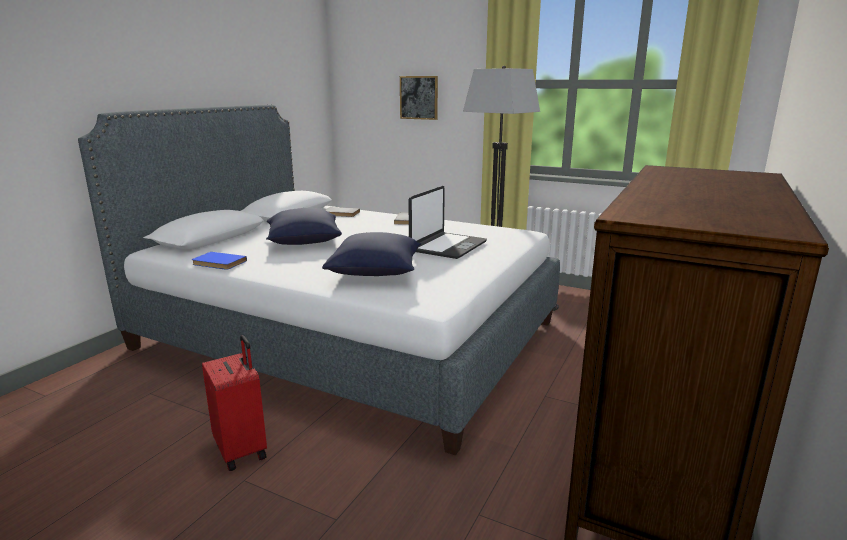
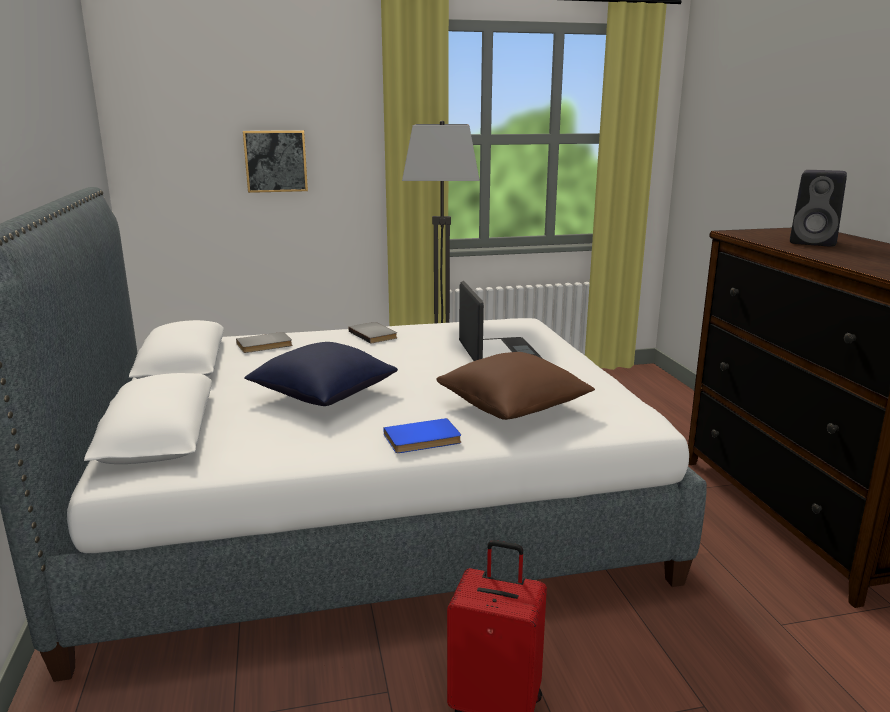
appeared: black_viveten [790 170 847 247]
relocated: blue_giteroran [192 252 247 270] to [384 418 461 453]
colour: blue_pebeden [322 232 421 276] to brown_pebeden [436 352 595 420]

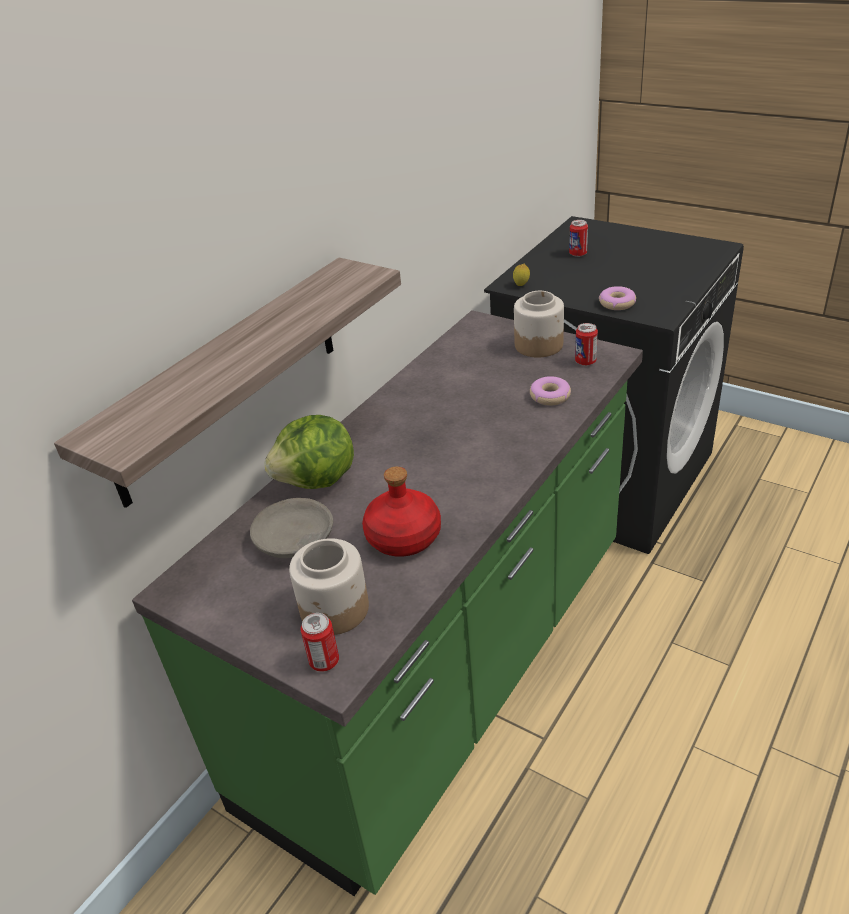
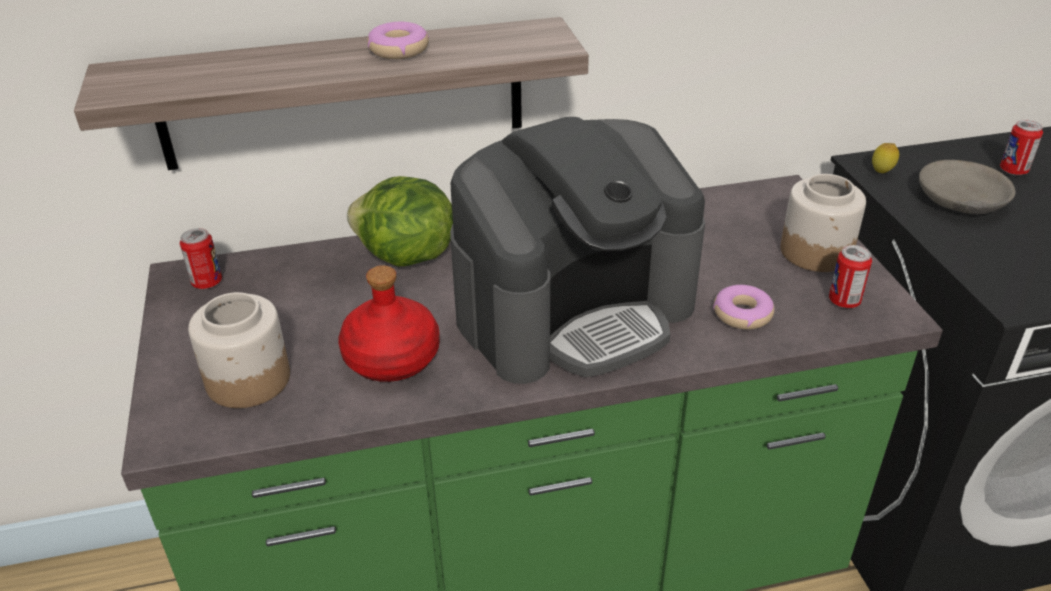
appeared: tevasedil [450 117 705 384]
relocated: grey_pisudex [250 498 333 558] to [919 160 1016 215]; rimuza [301 613 339 672] to [180 228 222 289]; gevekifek [599 286 636 310] to [367 22 429 59]

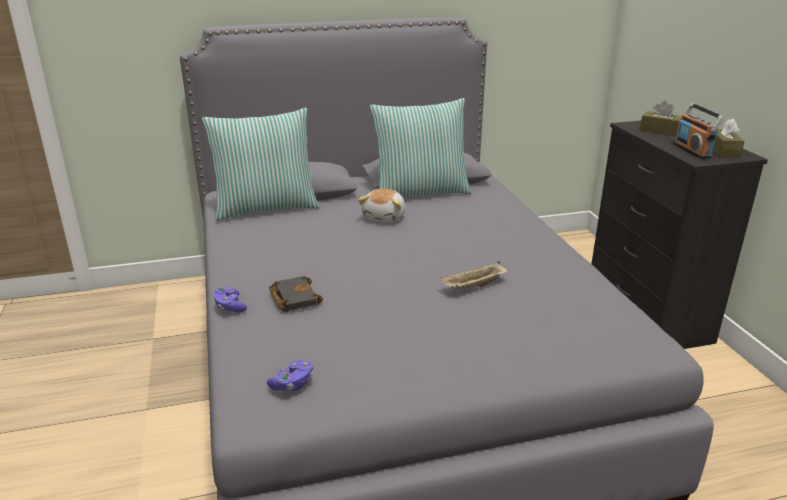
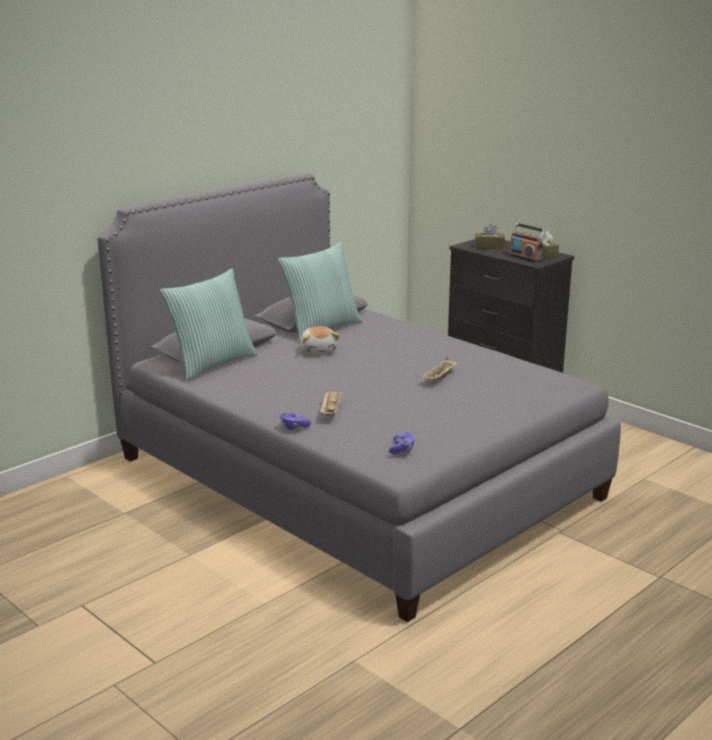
exchanged: black_giteroran [269 276 323 312] to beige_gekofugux [319 390 344 416]

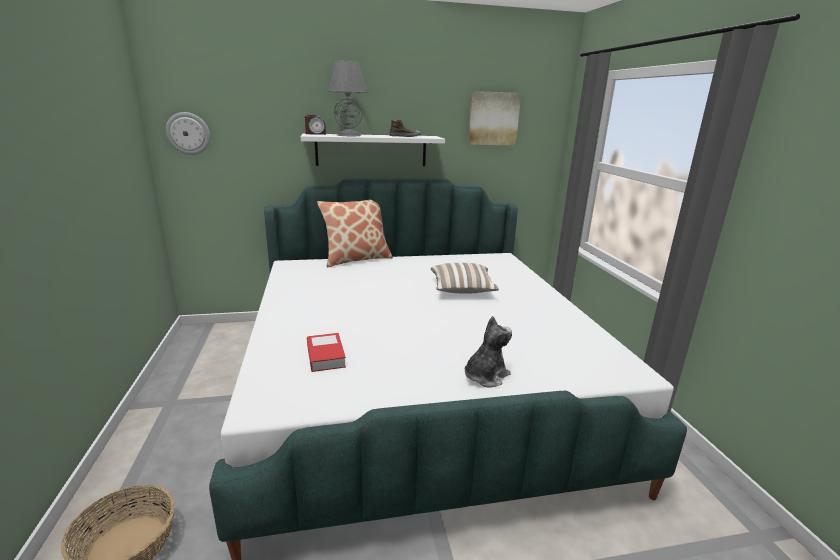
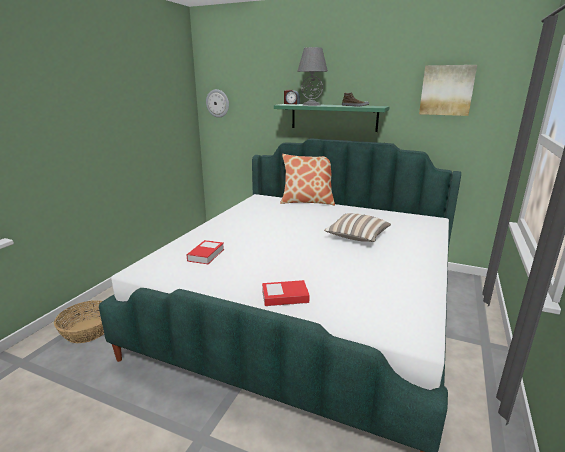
exchanged: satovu [465 316 512 387] to giteroran [262 280 310 306]
colour: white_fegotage [301 134 445 166] to green_fegotage [274 104 390 132]

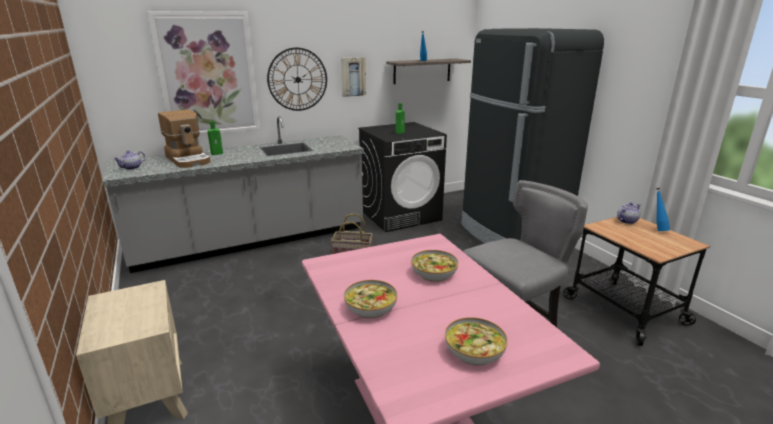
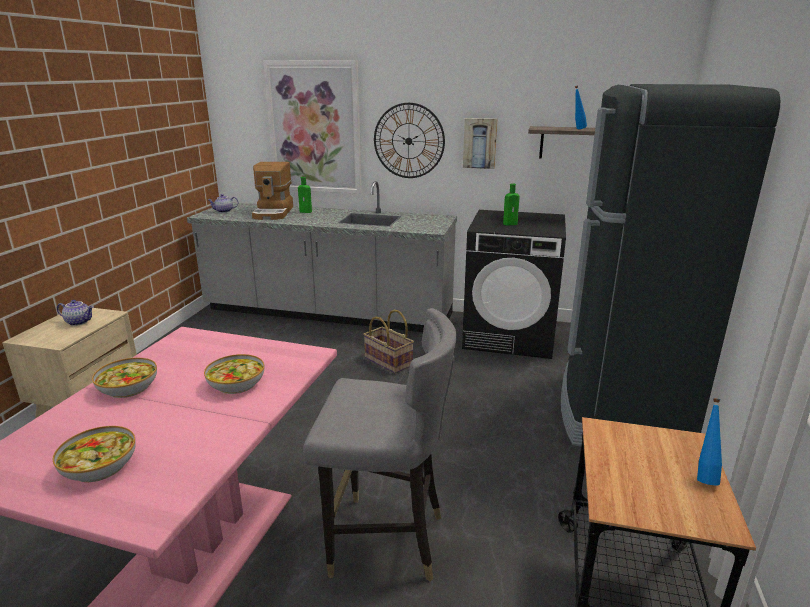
relocated: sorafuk [617 203 641 224] to [57 300 94 326]

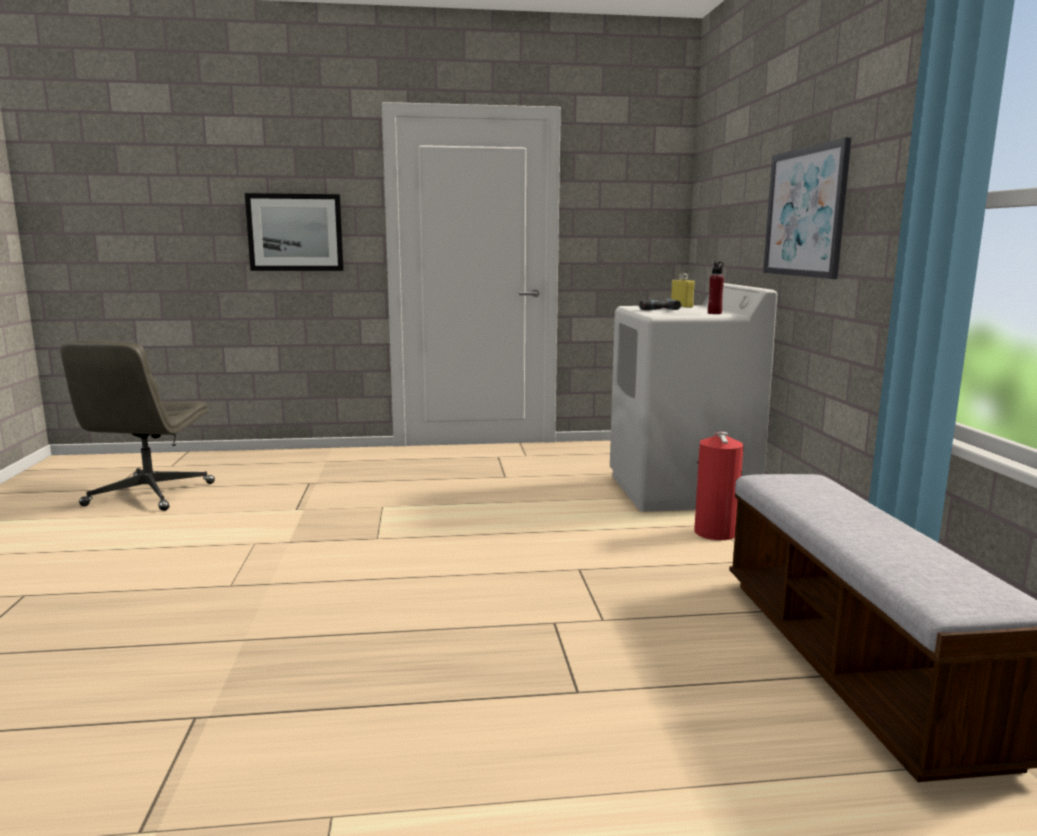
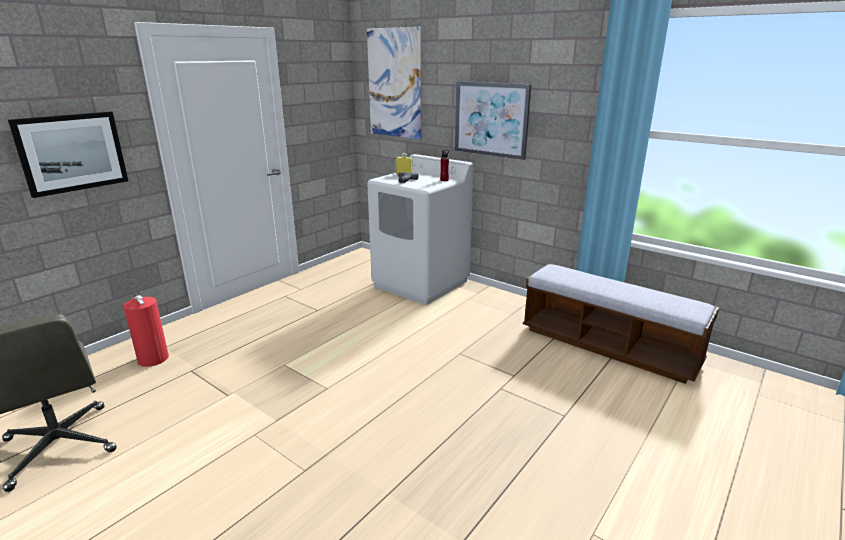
appeared: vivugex [367 27 421 139]
relocated: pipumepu [694 431 744 540] to [123 294 169 367]

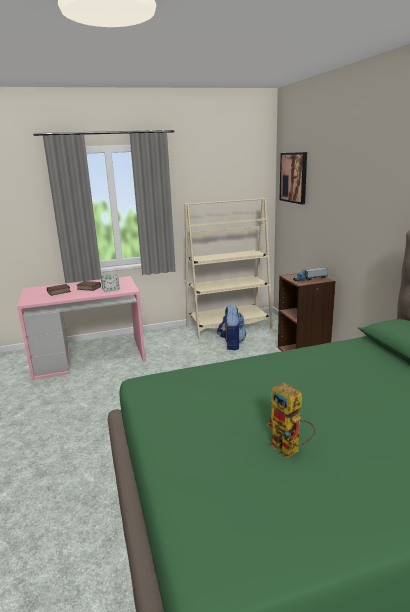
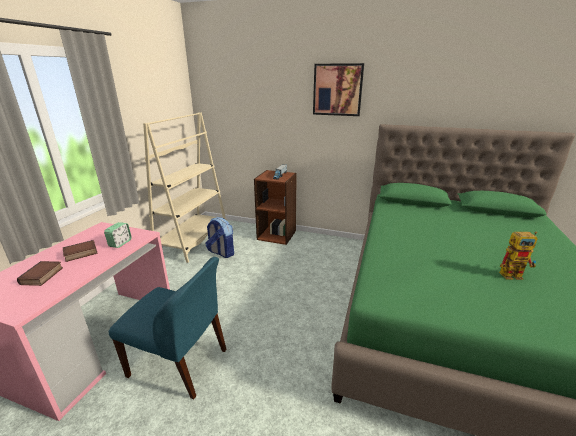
appeared: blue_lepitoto [109 257 226 399]
relocated: vivugex [280 152 307 204] to [313 63 364 116]

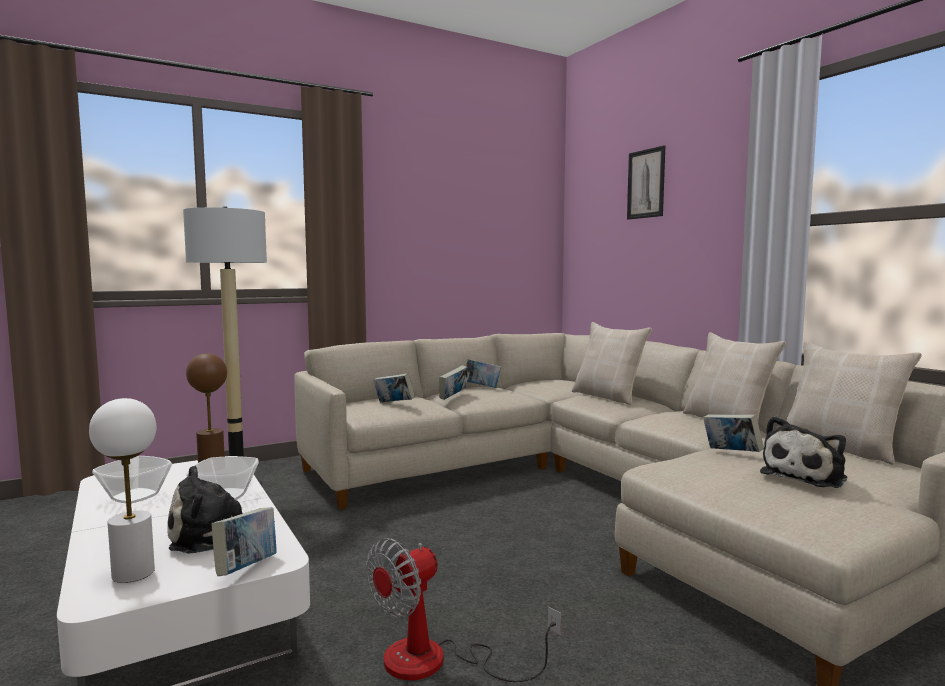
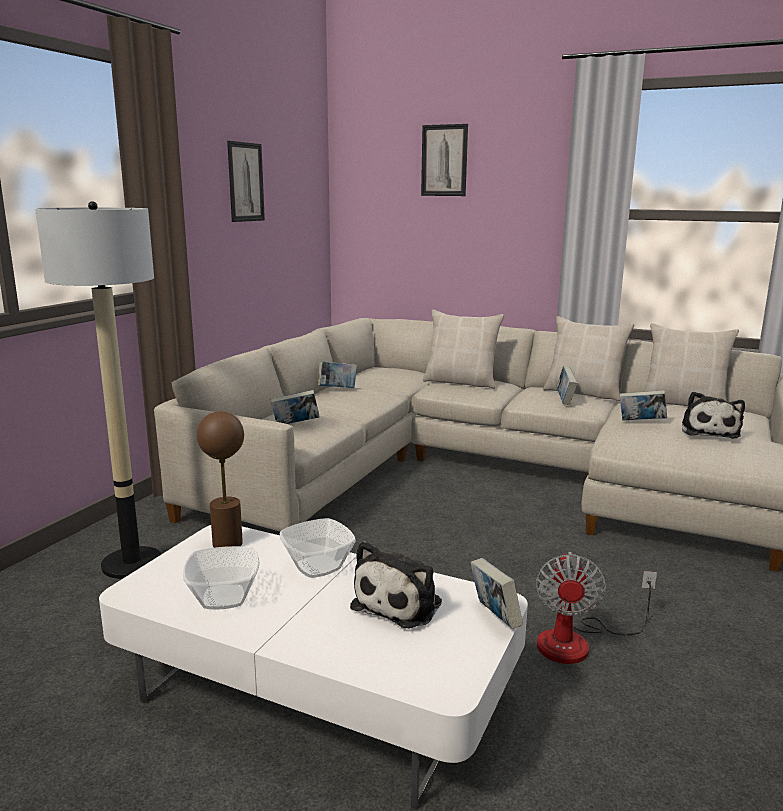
missing: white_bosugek [89 398 156 583]
appeared: vivugex [227 141 265 222]
relocated: giteroran [439 365 468 400] to [557 366 577 405]

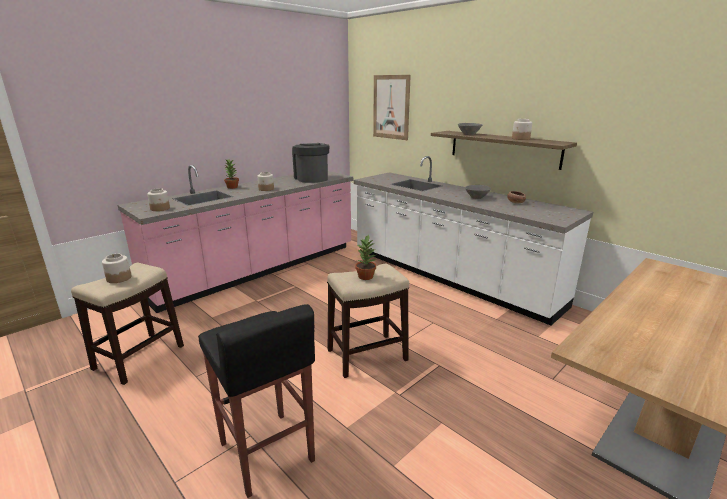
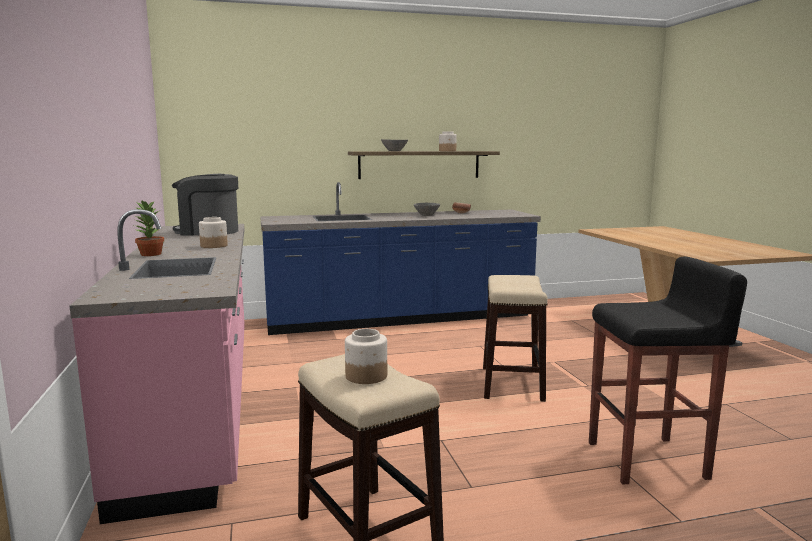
missing: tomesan [147 188 170 211]; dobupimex [355 234 376 280]; vivugex [373 75 411 140]
colour: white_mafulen [354 156 593 325] to blue_mafulen [260 182 541 335]

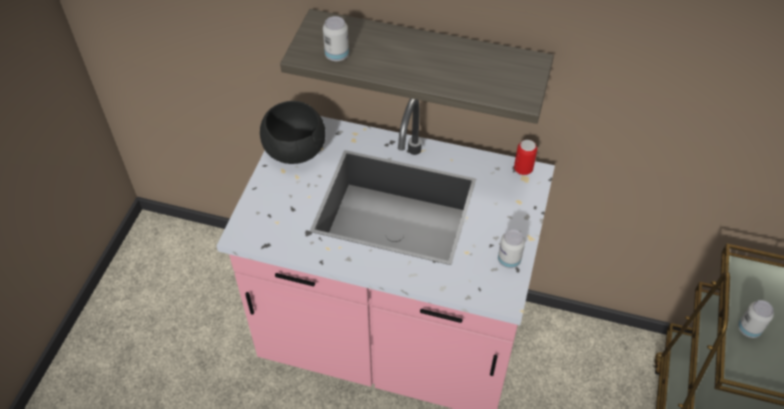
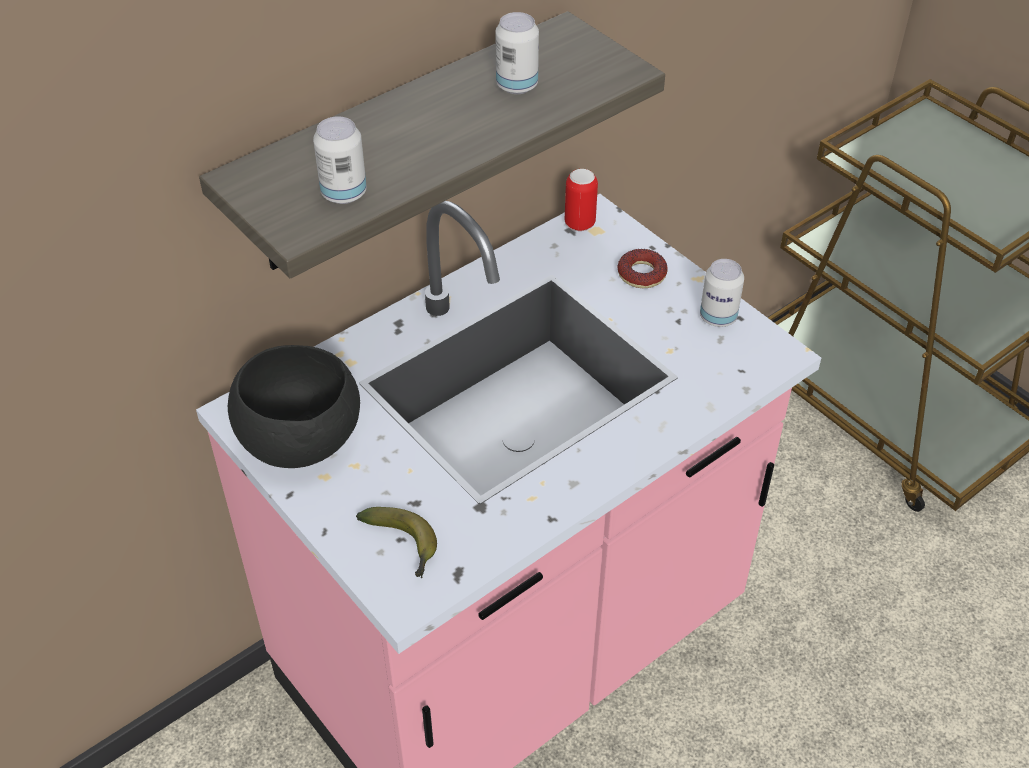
appeared: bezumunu [356 507 437 578]; gevekifek [618 249 668 288]
relocated: rimuza [738 300 774 338] to [495 12 539 94]

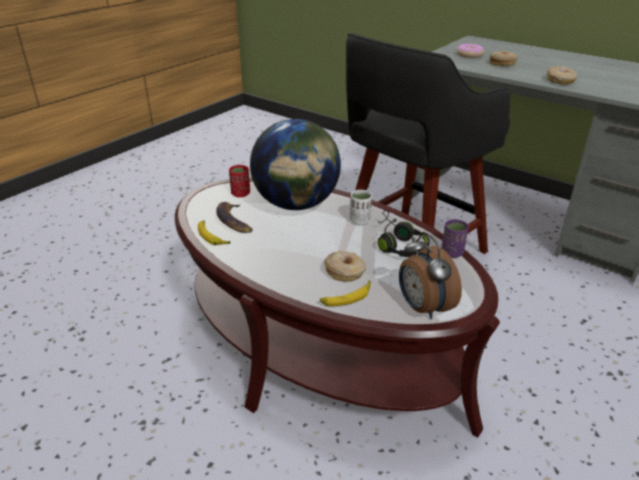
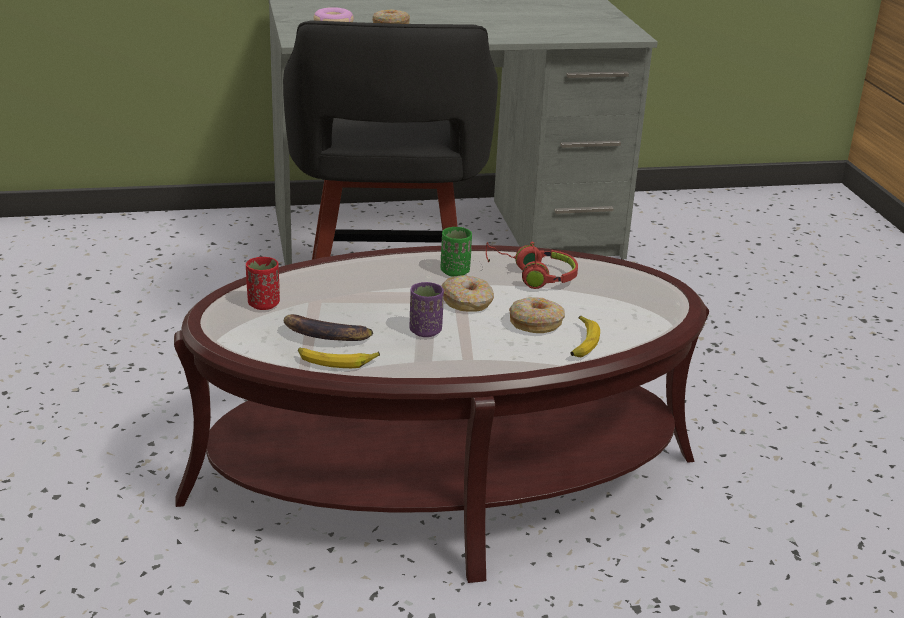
missing: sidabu [250 119 341 210]; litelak [399 232 462 319]
relocated: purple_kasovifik [441 219 469 258] to [409 282 444 337]; gevekifek [547 66 578 84] to [441 275 494 312]
colour: white_kasovifik [350 190 372 225] to green_kasovifik [440 227 472 277]; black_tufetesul [377 210 430 257] to red_tufetesul [486 241 578 289]

